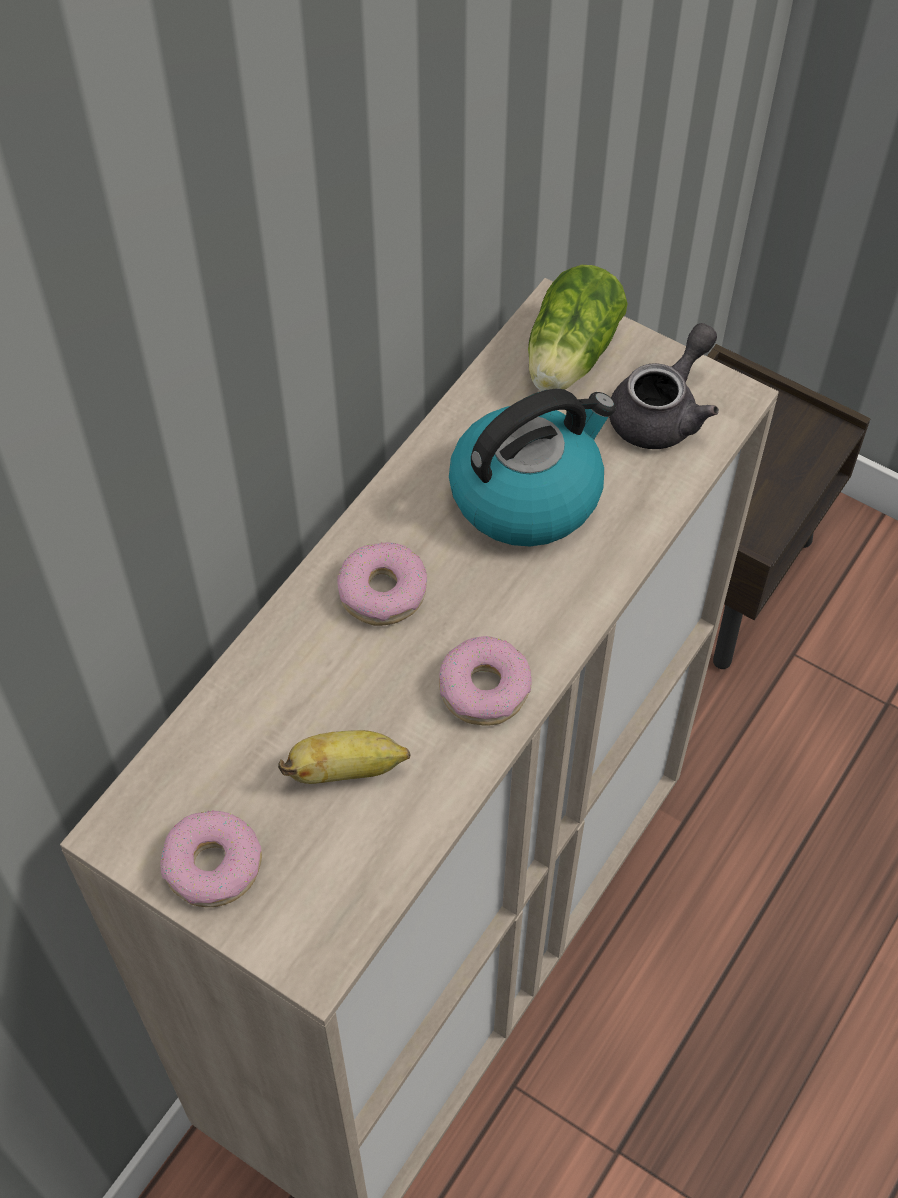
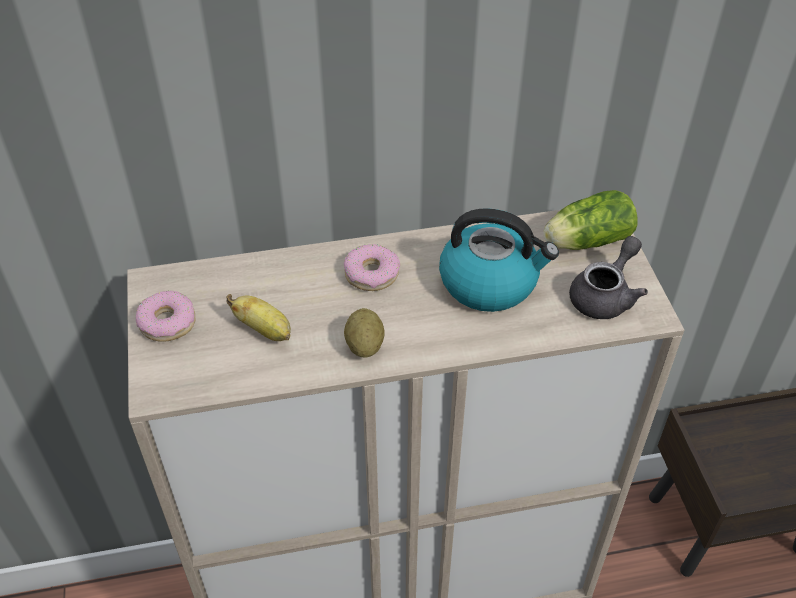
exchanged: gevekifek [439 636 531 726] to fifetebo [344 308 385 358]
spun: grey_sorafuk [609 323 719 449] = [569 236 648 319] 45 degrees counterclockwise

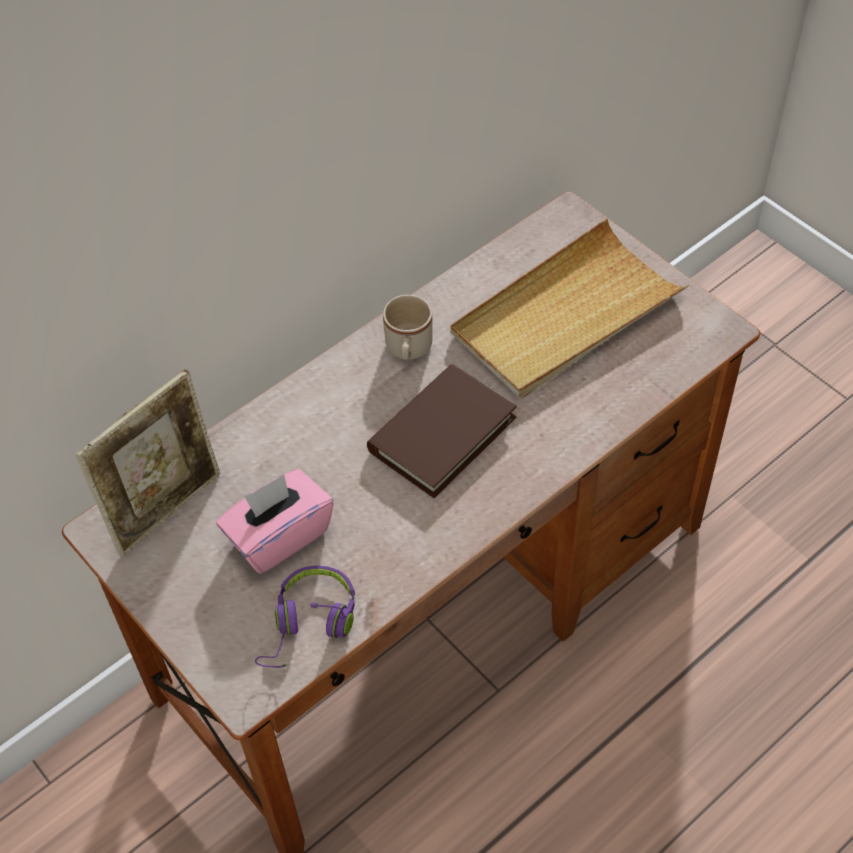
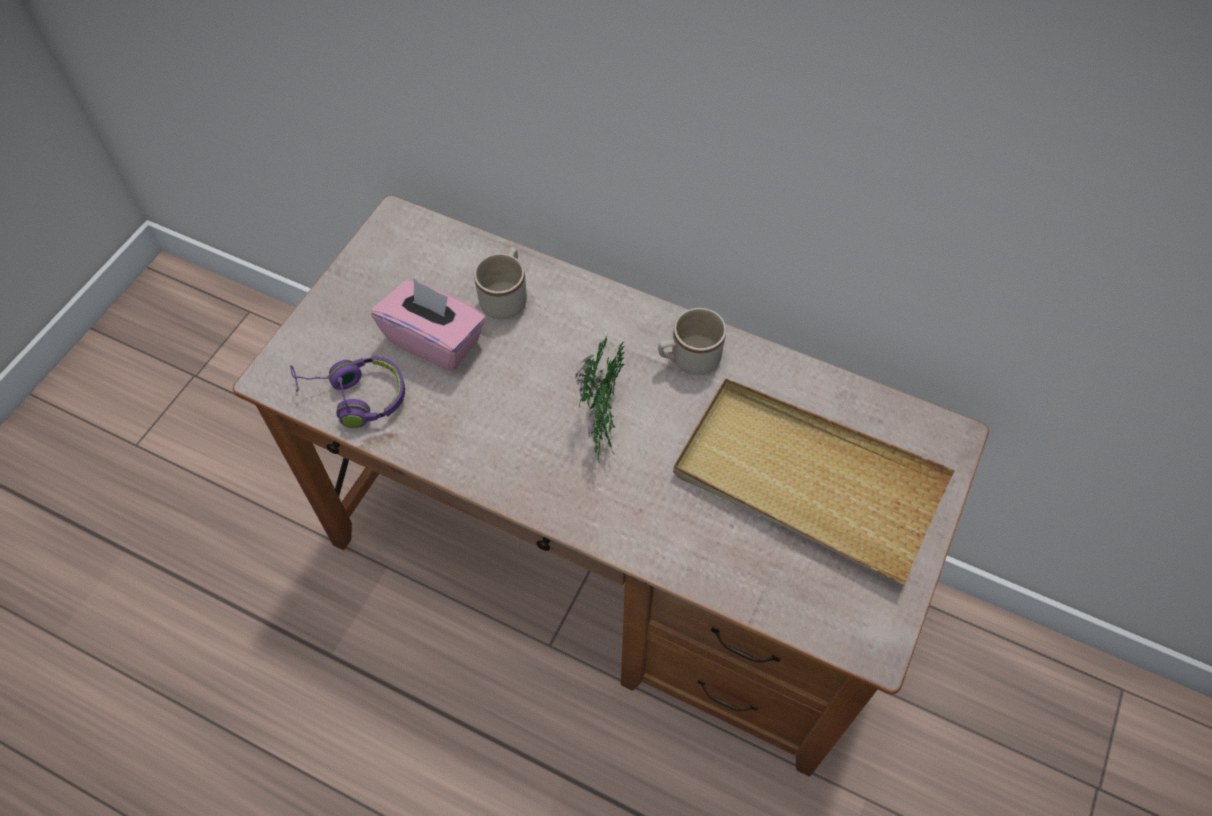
missing: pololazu [76 369 220 557]
appeared: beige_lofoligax [474 247 527 320]
exchanged: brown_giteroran [367 364 517 498] to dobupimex [575 334 625 463]

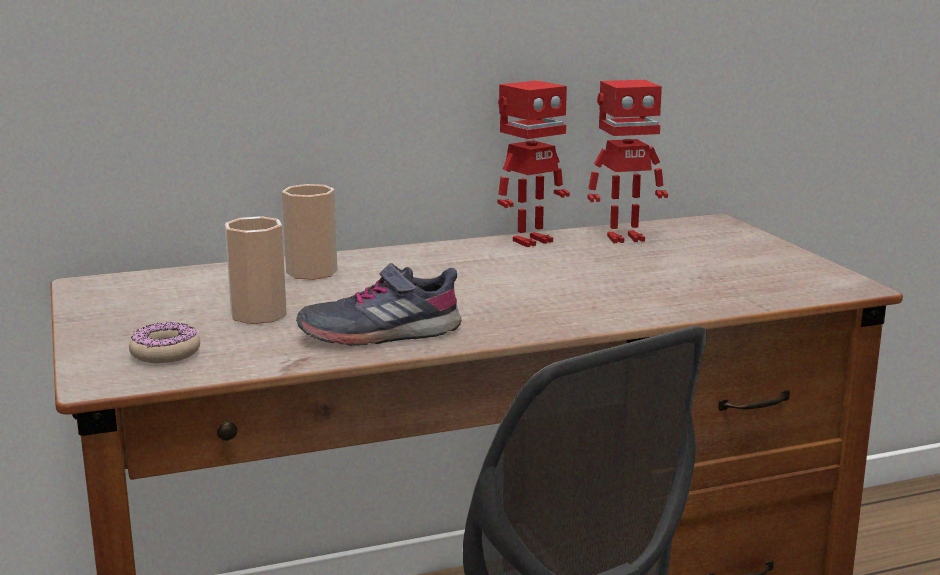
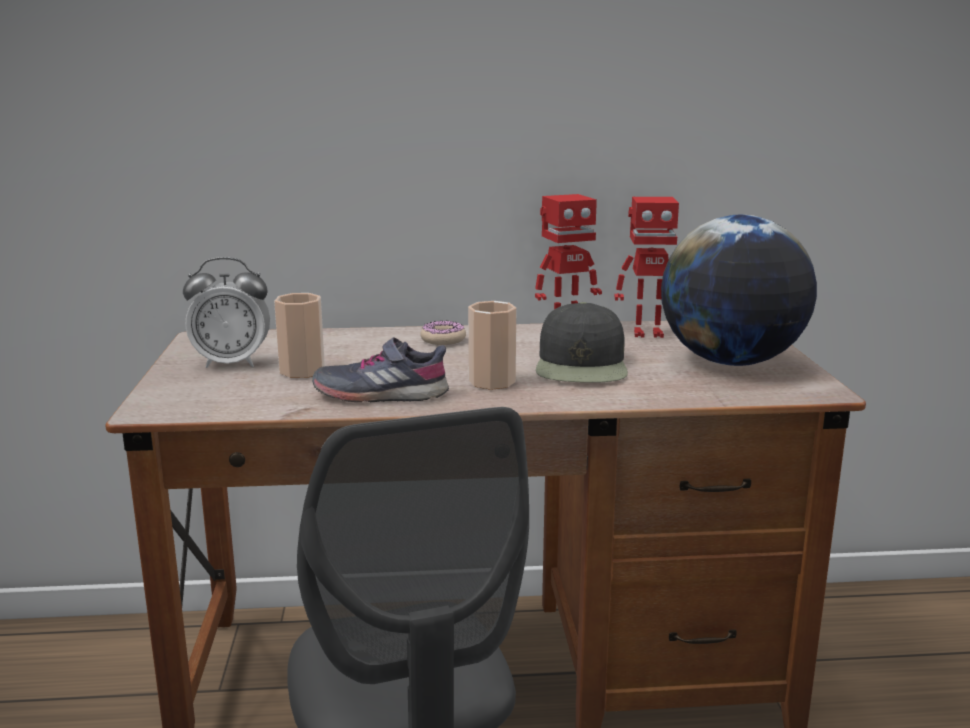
appeared: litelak [183 257 270 368]; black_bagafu [536 302 628 383]; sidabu [661 215 817 366]
relocated: gevekifek [129 322 200 363] to [420 321 466 345]; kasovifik [282 184 338 280] to [468 301 516 390]

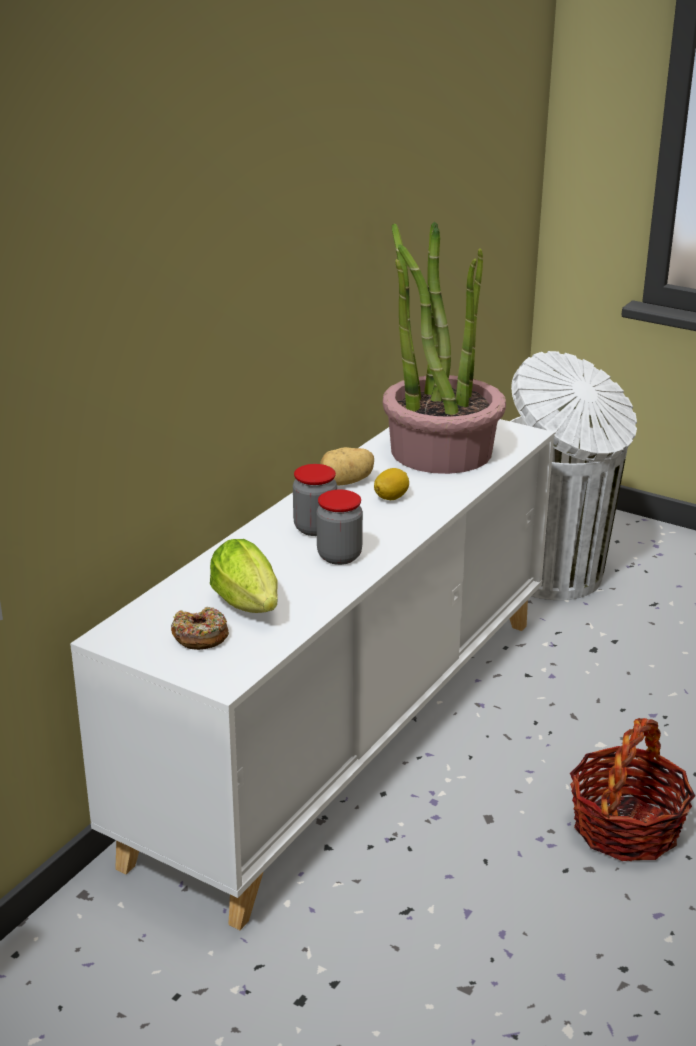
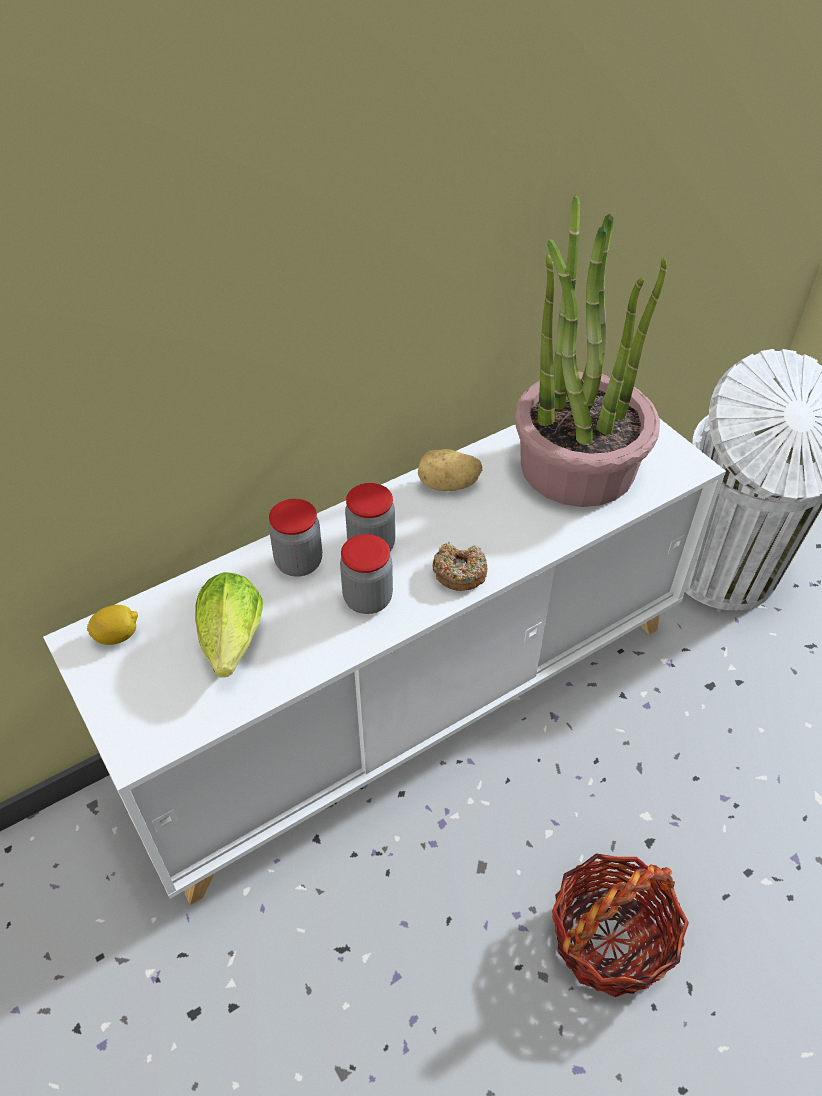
appeared: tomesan [269 499 322 577]
relocated: gevekifek [171 607 229 650] to [433 542 488 591]; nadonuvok [374 468 409 500] to [87 605 138 645]

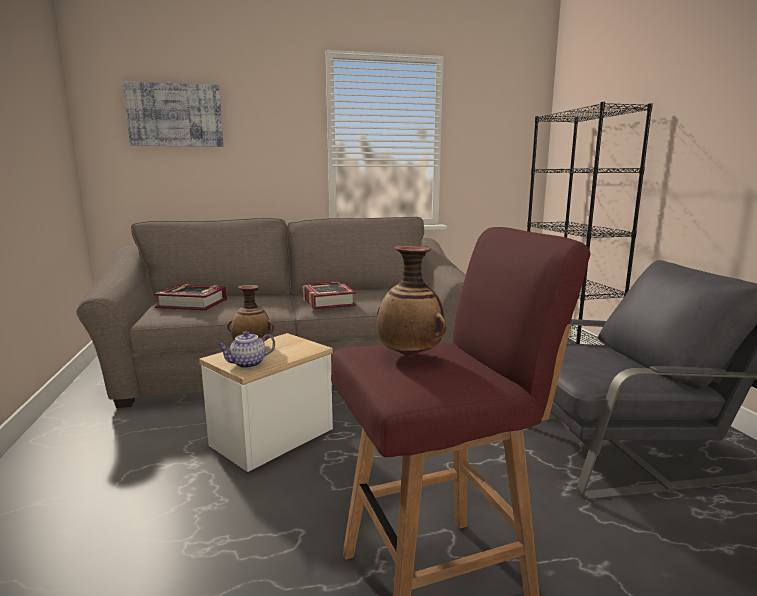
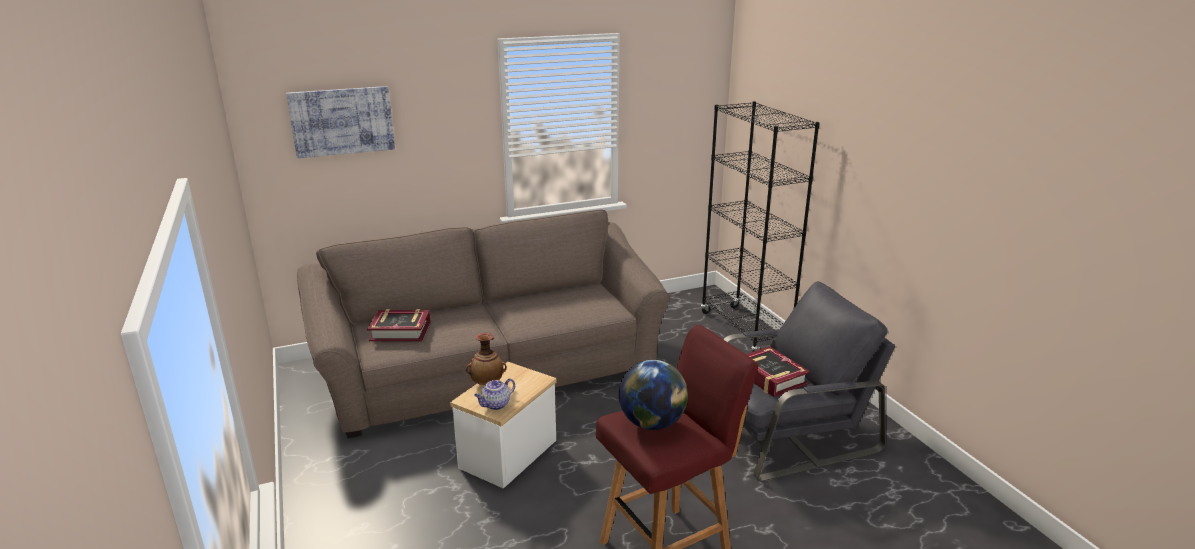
relocated: giteroran [302 281 356 310] to [746 346 810 397]
exchanged: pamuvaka [377 246 446 357] to sidabu [619 360 688 430]

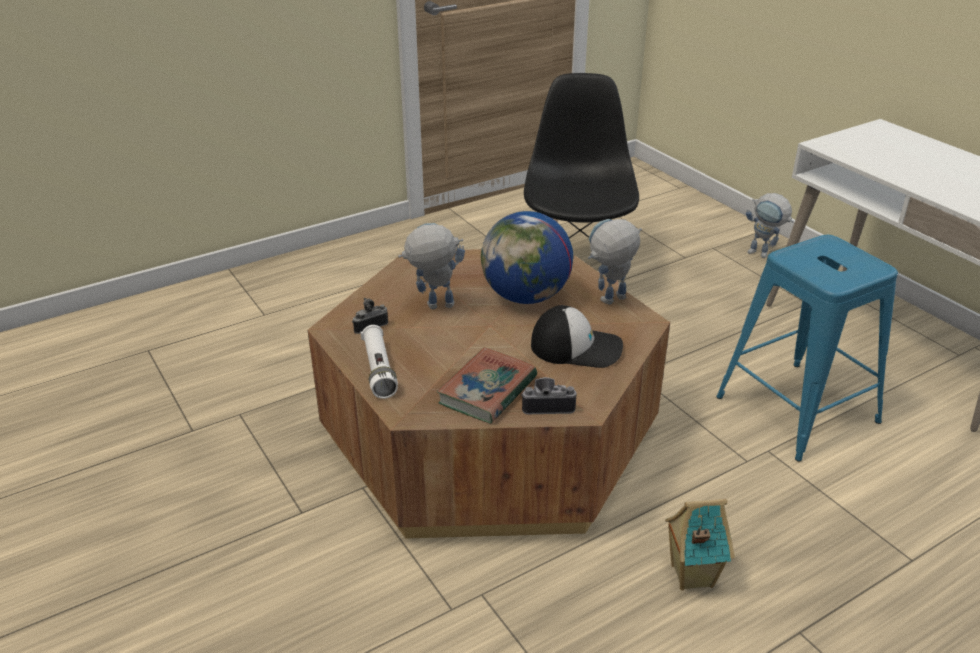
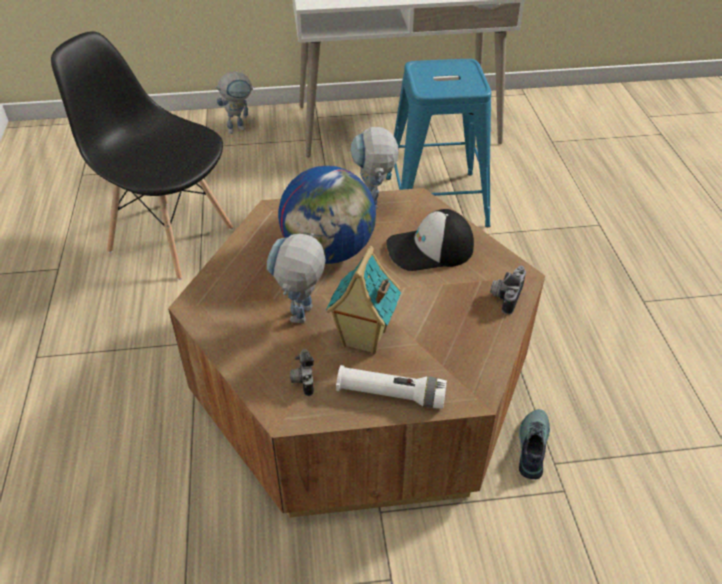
missing: giteroran [437 347 537 423]
appeared: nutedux [518 409 550 479]
relocated: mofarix [665 499 735 590] to [326 246 401 355]
spun: bagafu [531 305 623 368] = [386 209 474 271] 135 degrees counterclockwise

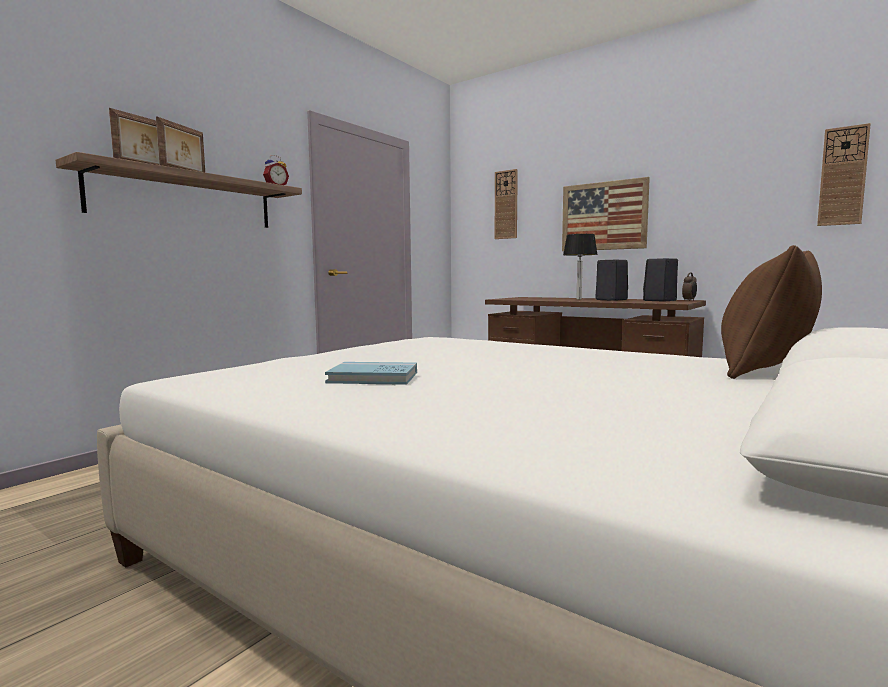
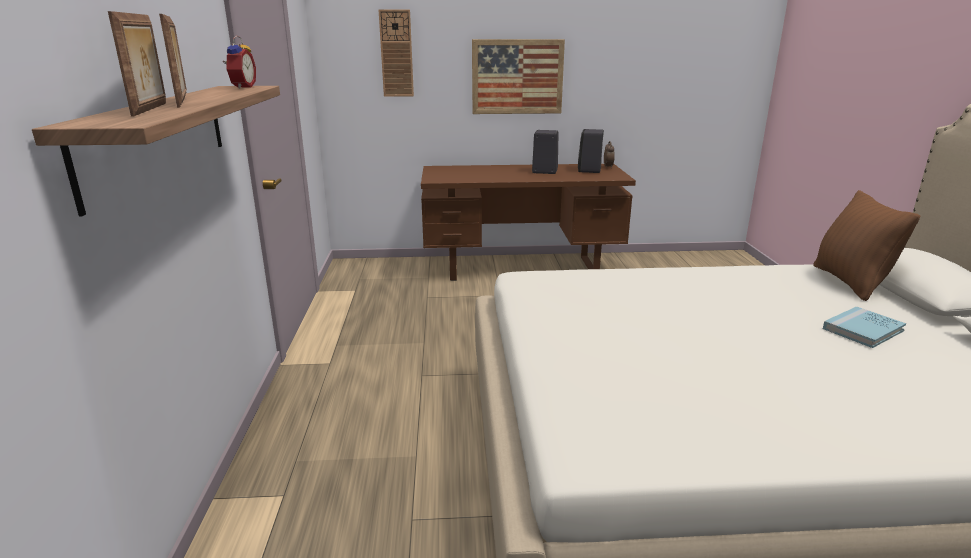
missing: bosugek [563 234 598 299]; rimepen [817 123 871 226]
relocated: blue_giteroran [325 362 417 385] to [823 306 906 348]

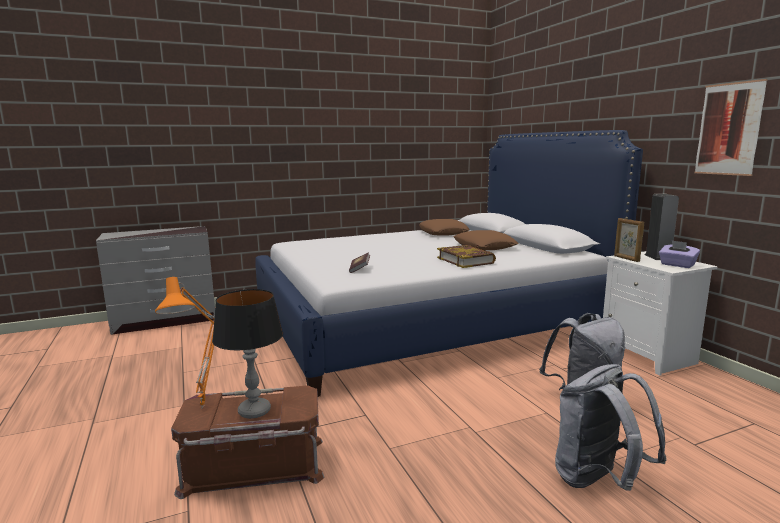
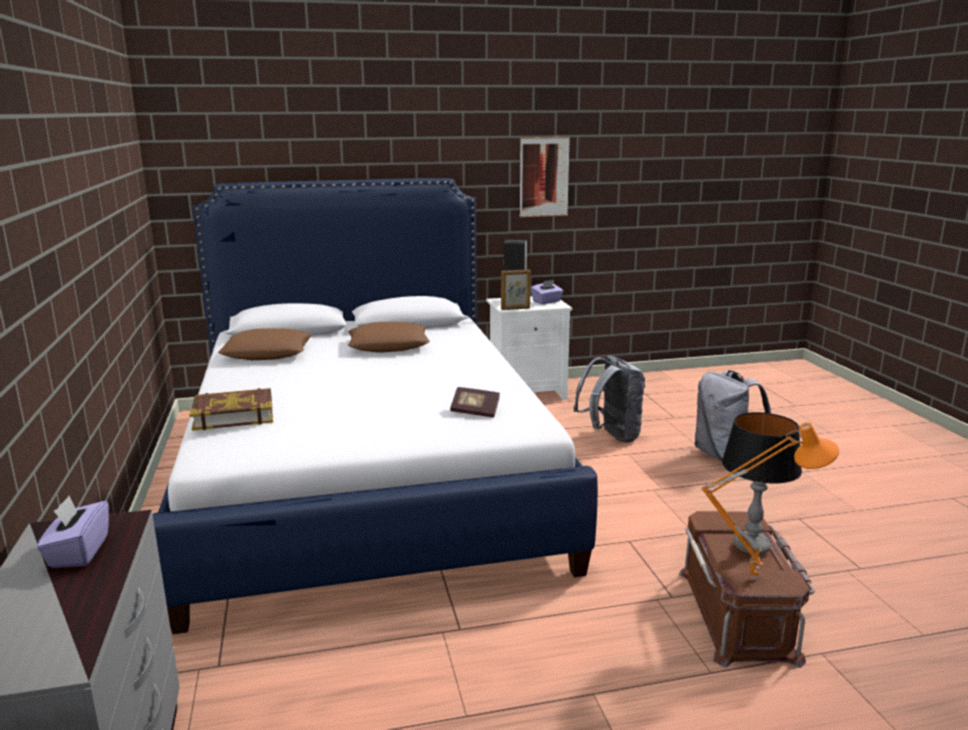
appeared: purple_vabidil [36 496 109 568]
relocated: giteroran [437 245 496 268] to [189 388 273 431]

